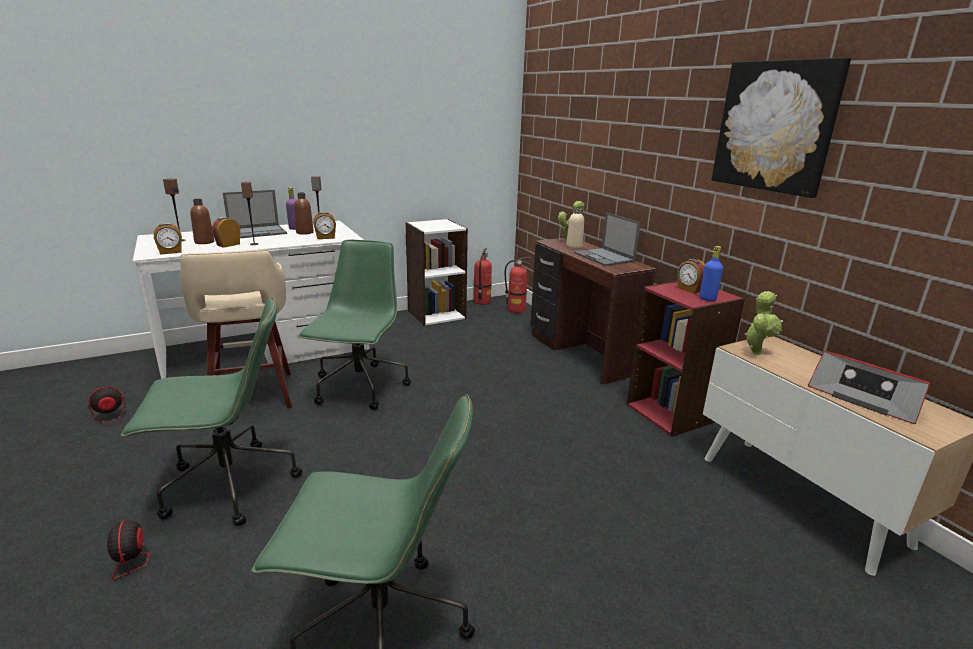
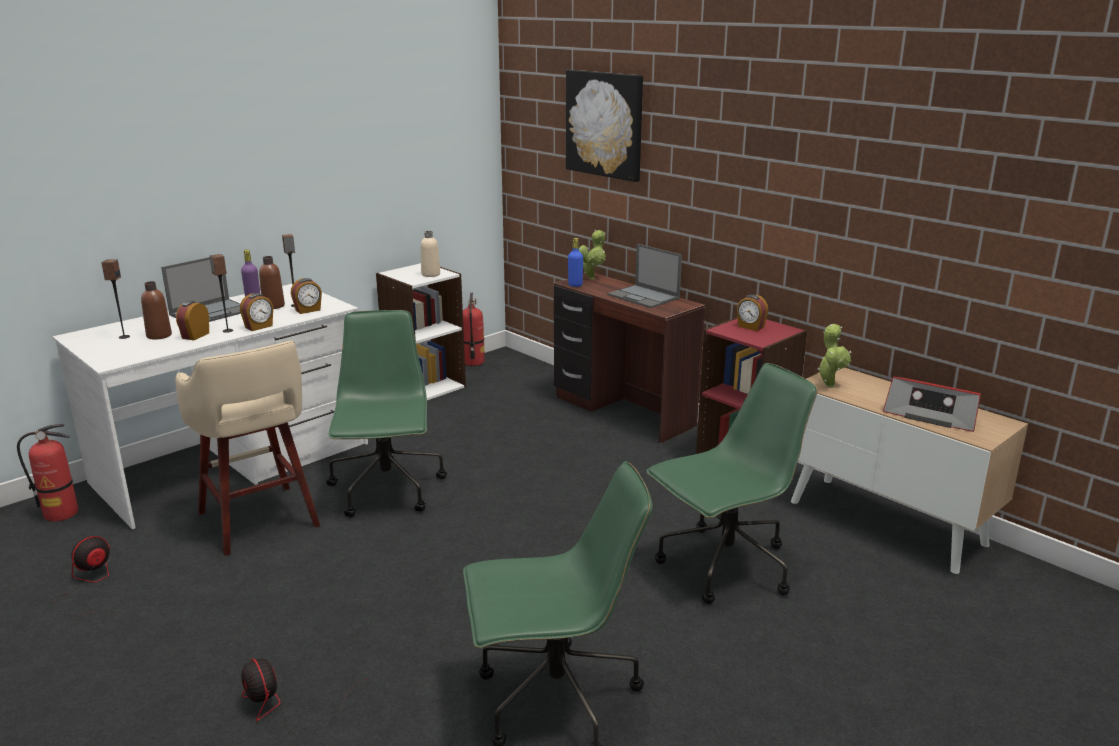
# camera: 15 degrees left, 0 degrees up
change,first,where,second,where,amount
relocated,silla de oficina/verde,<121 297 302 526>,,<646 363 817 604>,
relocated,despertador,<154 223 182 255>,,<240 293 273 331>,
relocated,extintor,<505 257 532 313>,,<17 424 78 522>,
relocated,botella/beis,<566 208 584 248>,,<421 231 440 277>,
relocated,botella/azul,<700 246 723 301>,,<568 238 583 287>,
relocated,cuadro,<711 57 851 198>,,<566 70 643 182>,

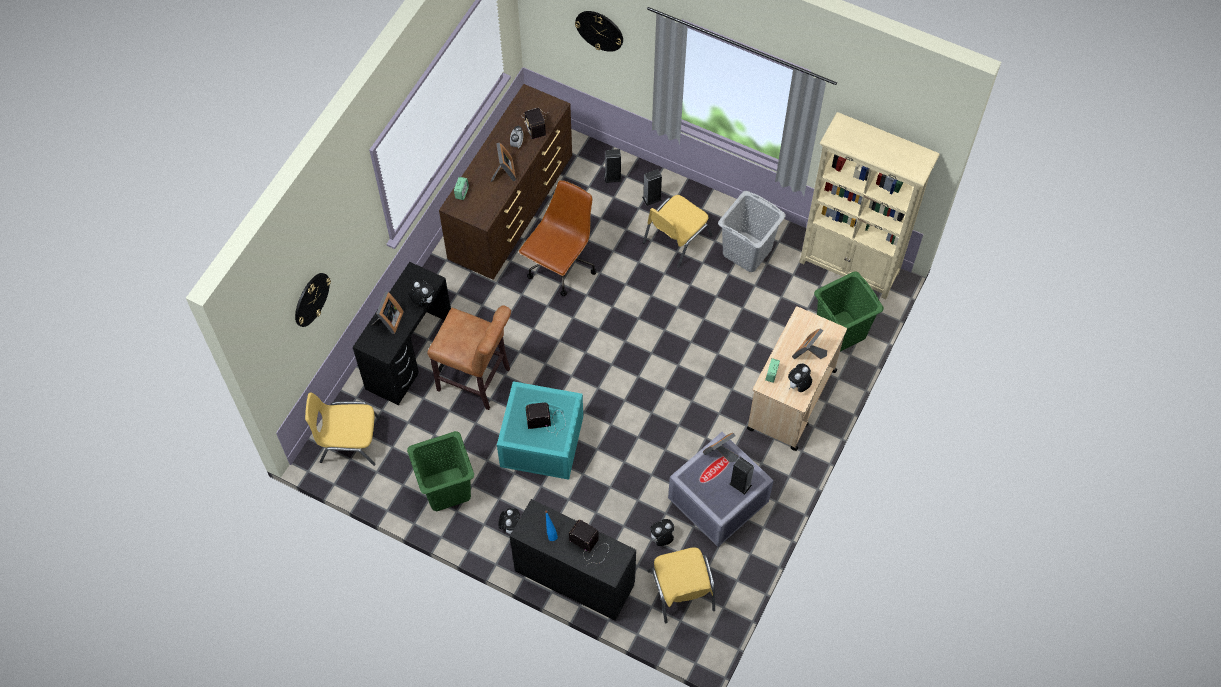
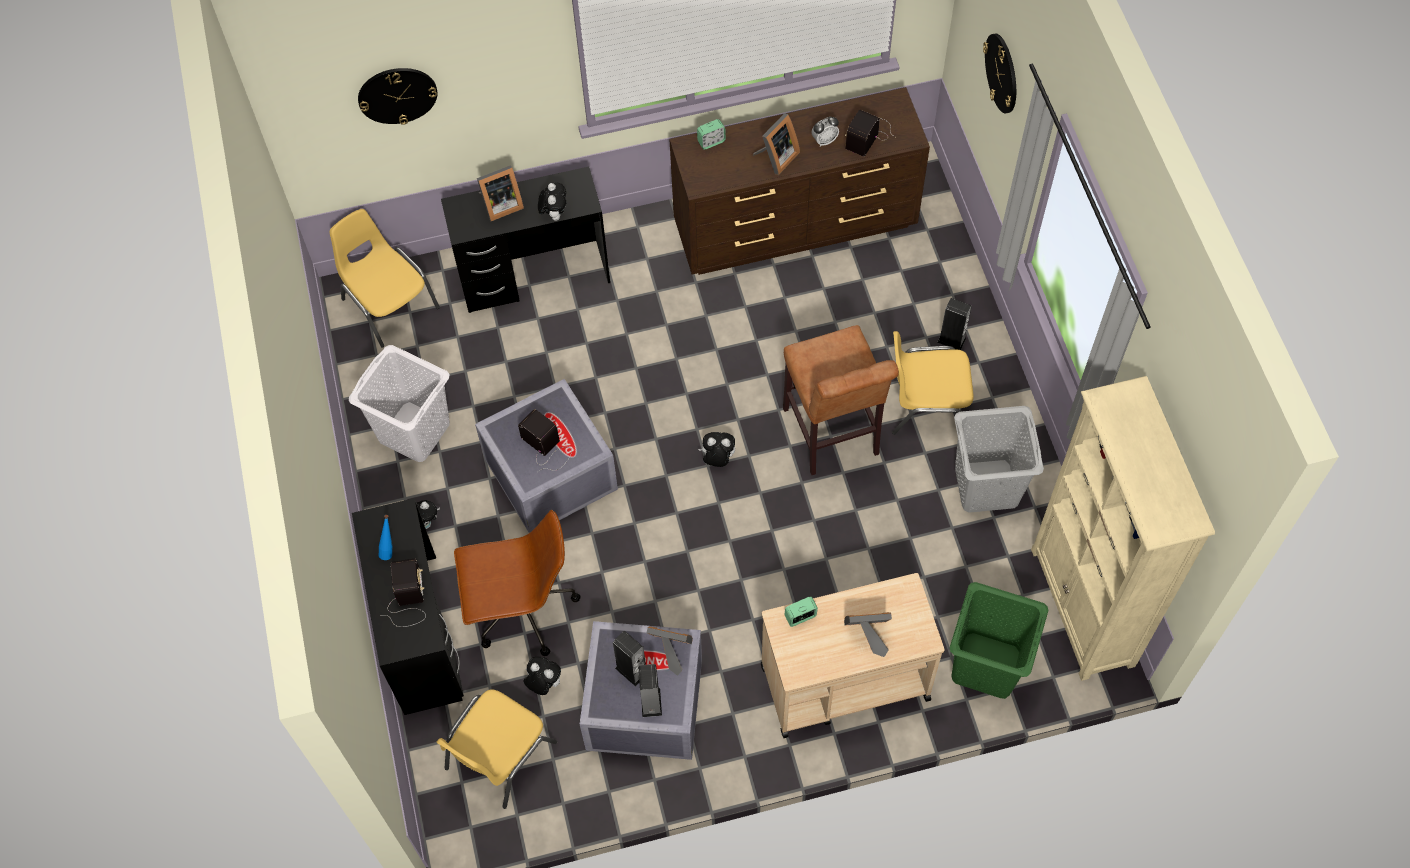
# camera: 50 degrees right, 0 degrees up
change,first,where,second,where,amount
colour,cesto de la ropa/verde,<407 431 474 511>,cesto de la ropa/blanco,<349 345 450 462>,
relocated,taburete/marrón,<427 305 511 410>,,<783 325 899 475>,
colour,caja de almacenaje/turquesa,<497 381 583 480>,caja de almacenaje/gris,<475 379 618 533>,
relocated,silla de oficina/marrón,<519 180 597 296>,,<454 510 581 656>,
relocated,altavoz,<604 149 622 183>,,<613 631 646 686>,
relocated,peluche,<788 364 812 392>,,<698 432 735 467>,

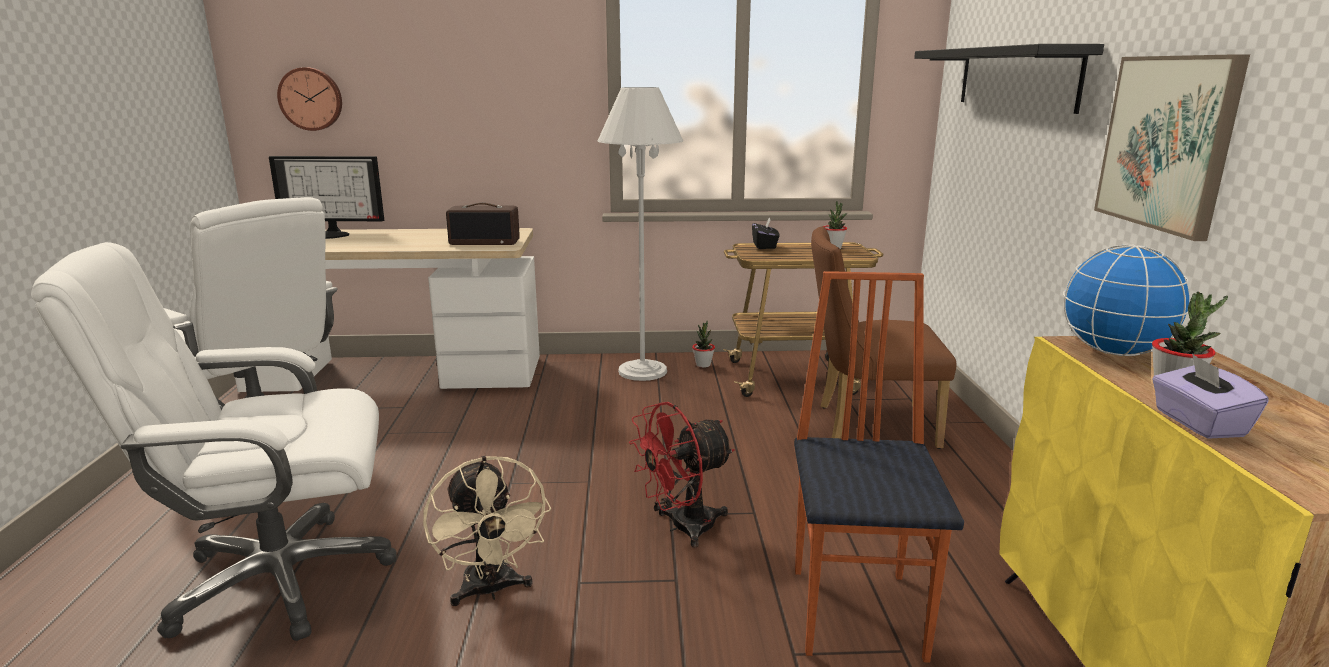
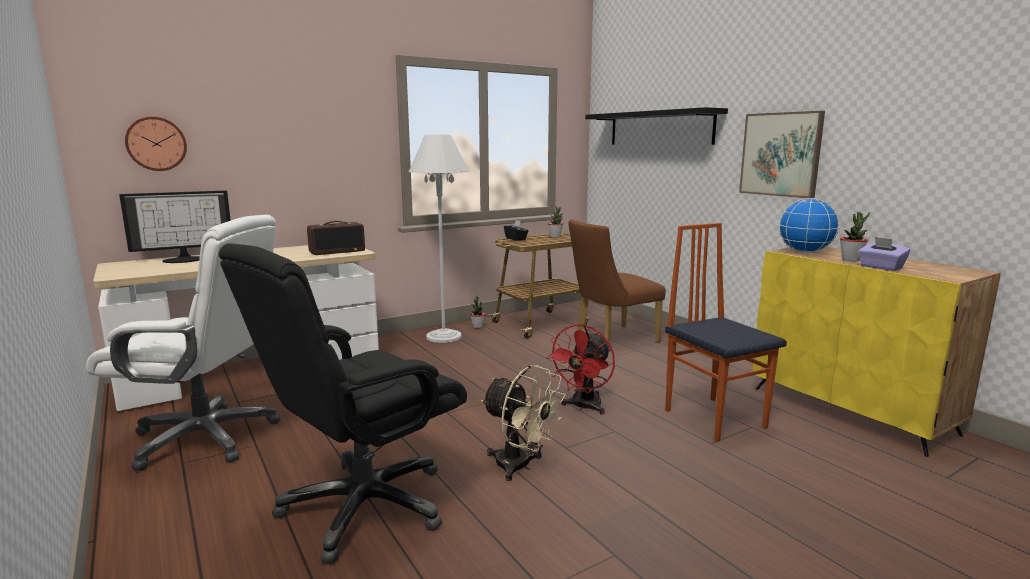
# camera: 30 degrees left, 5 degrees down
change,first,where,second,where,amount
colour,silla de oficina/blanco,<31 242 397 641>,silla de oficina/negro,<218 243 467 564>,

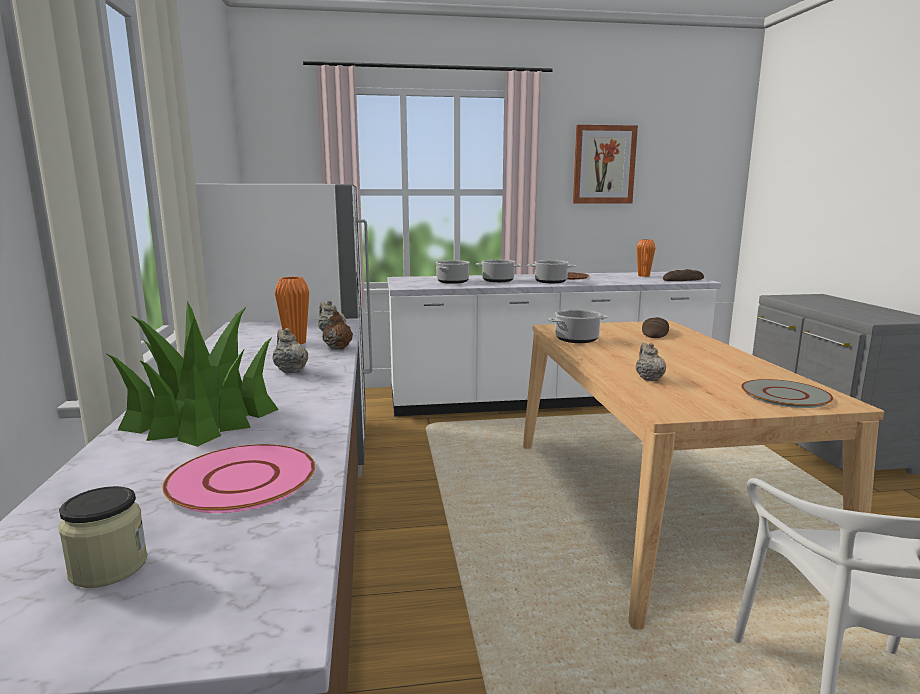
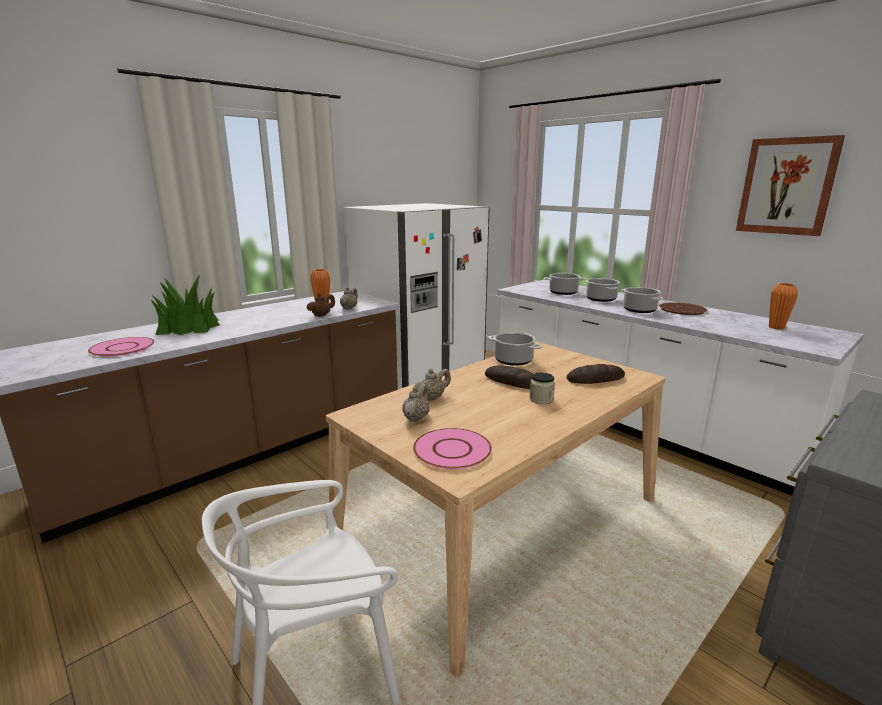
# camera: 55 degrees right, 5 degrees up
change,first,where,second,where,amount
relocated,tarro,<58 486 147 588>,,<529 372 555 404>,
relocated,tetera/beis,<272 328 308 373>,,<402 384 430 422>,
relocated,pan,<663 269 704 281>,,<485 365 534 389>,
colour,plato/gris,<741 379 833 408>,plato/rosa,<413 428 492 470>,

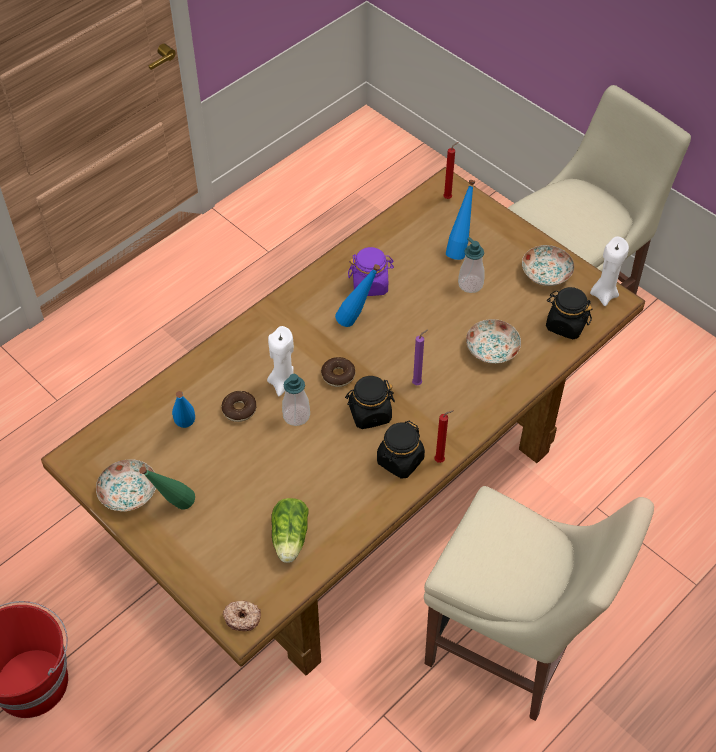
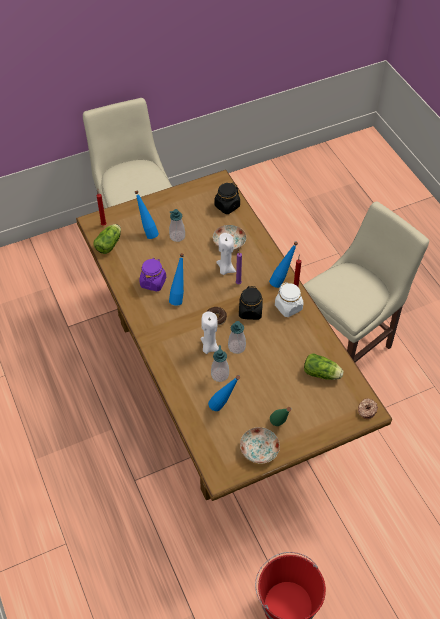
# camera: 70 degrees left, 0 degrees up
change,first,where,second,where,amount
exchanged,rosquilla,<222 391 256 422>,dispensador de jabón,<211 345 229 382>,
colour,tarro/negro,<377 421 425 479>,tarro/blanco,<275 282 304 317>,
missing,plato,<522 245 574 286>,,,
relocated,vela/blanco,<590 237 629 306>,,<217 233 236 275>,
appeared,,,lechuga,<93 224 121 254>,
appeared,,,botella/azul,<269 241 298 288>,

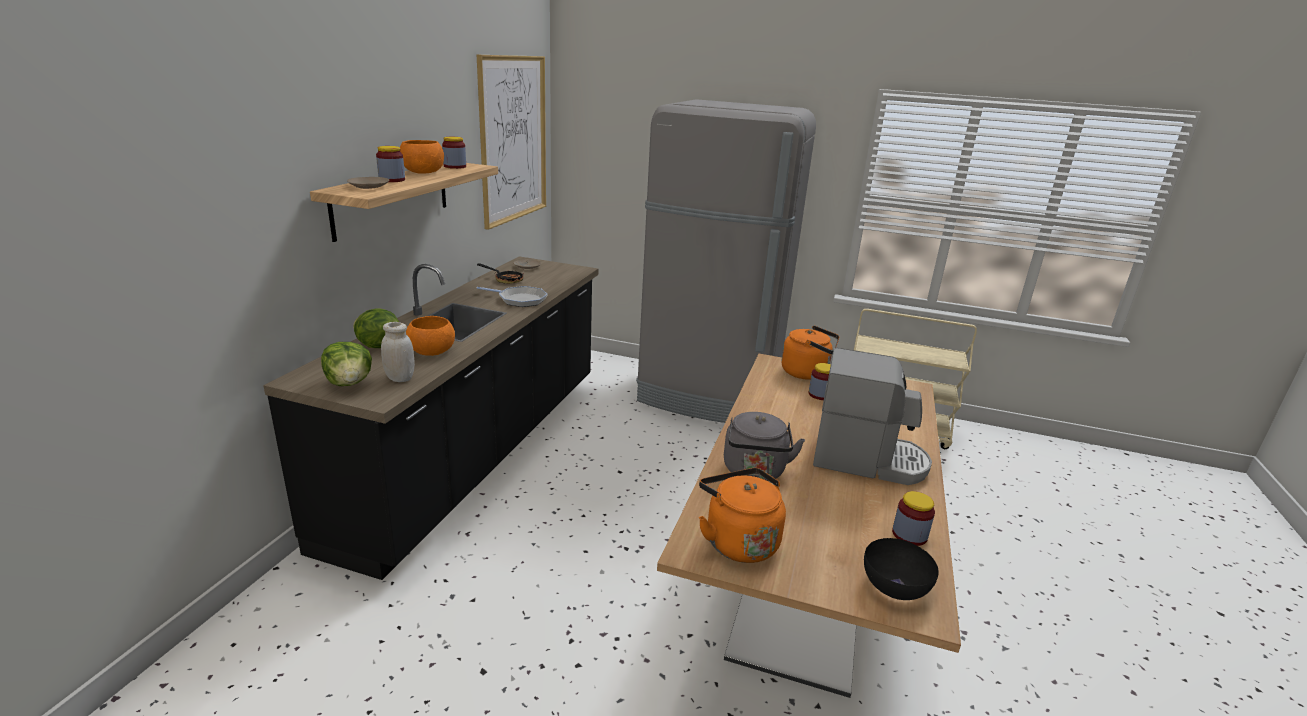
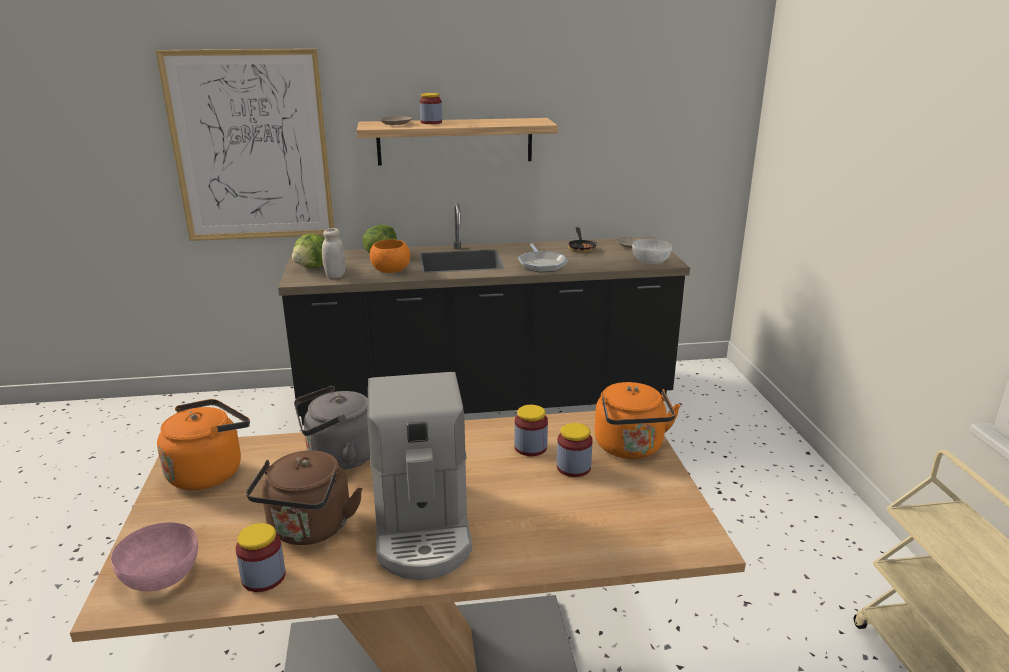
# camera: 65 degrees right, 0 degrees up
change,first,where,second,where,amount
missing,cuenco/naranja,<400 140 444 174>,,,
relocated,tarro,<442 137 466 169>,,<514 405 548 456>,
relocated,cuadro,<477 55 546 230>,,<156 49 334 241>,
missing,nevera/gris,<636 99 816 423>,,,
colour,cuenco/negro,<864 538 939 600>,cuenco/rosa,<111 522 198 591>,
appeared,,,hervidor/marrón,<246 450 363 545>,
appeared,,,cuenco/blanco,<632 239 672 264>,

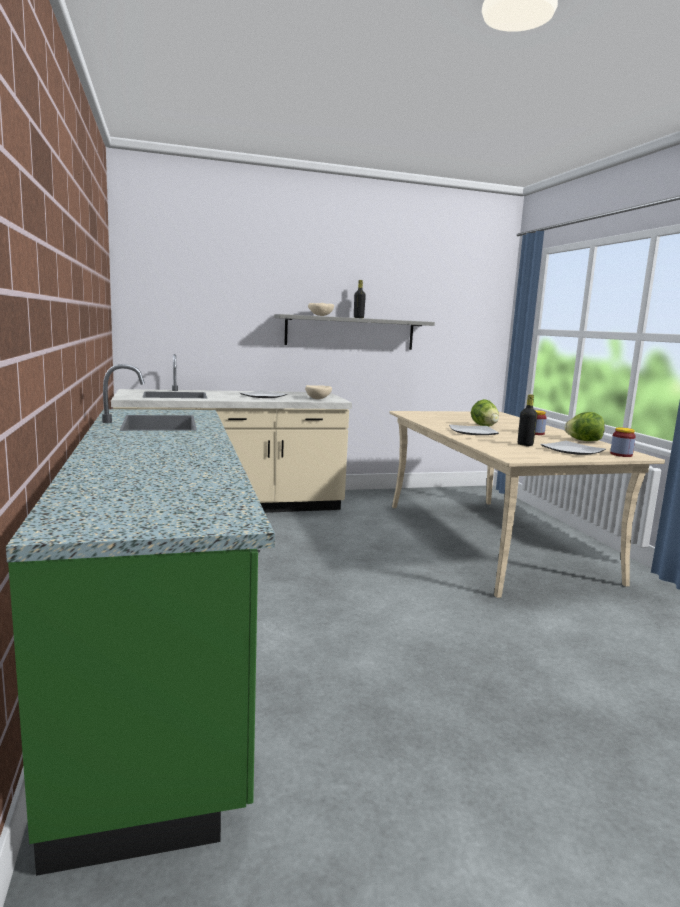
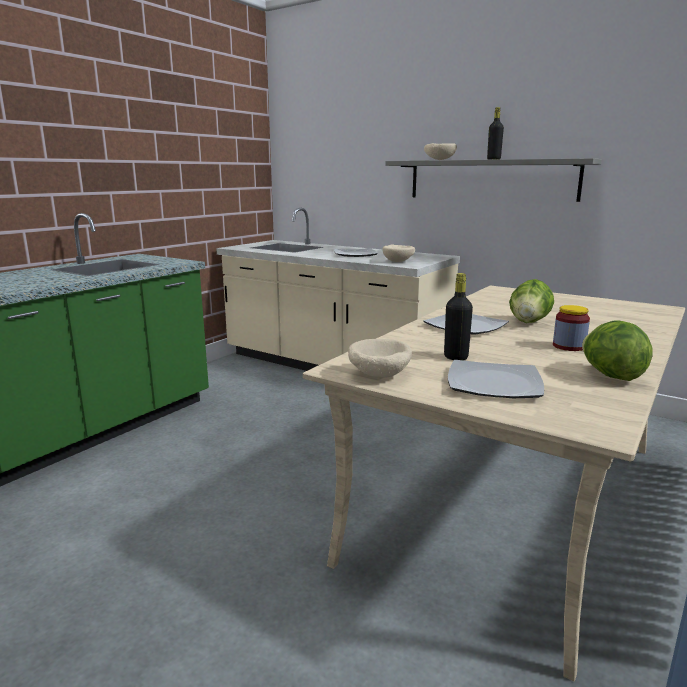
# camera: 50 degrees right, 5 degrees up
change,first,where,second,where,amount
missing,tarro,<610 428 636 457>,,,
appeared,,,cuenco/beis,<348 339 412 377>,

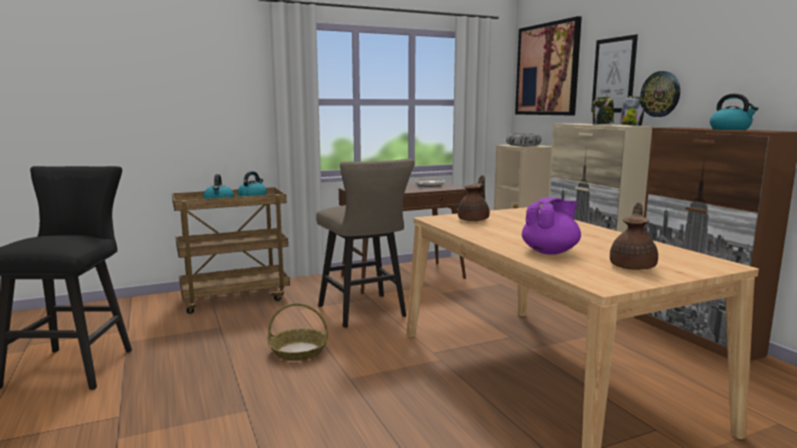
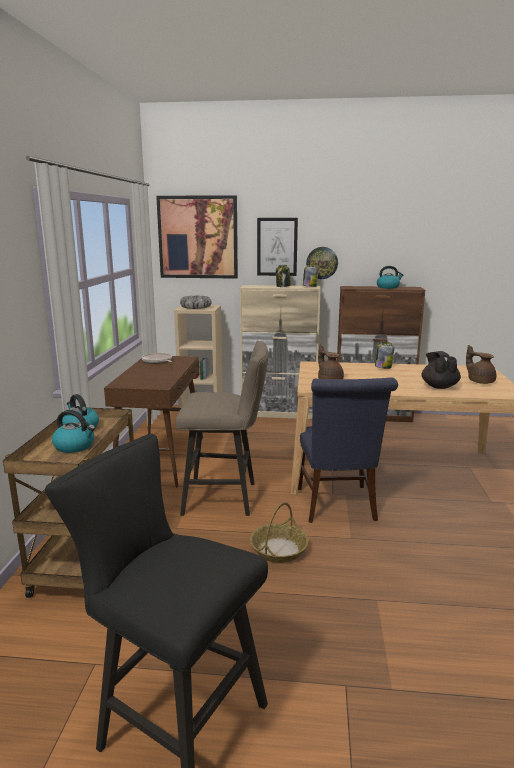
# camera: 60 degrees left, 5 degrees up
change,first,where,second,where,amount
colour,tetera/morado,<522 197 581 255>,tetera/negro,<422 351 461 389>,
appeared,,,silla/azul,<298 377 398 523>,
appeared,,,tarro,<375 342 394 369>,

